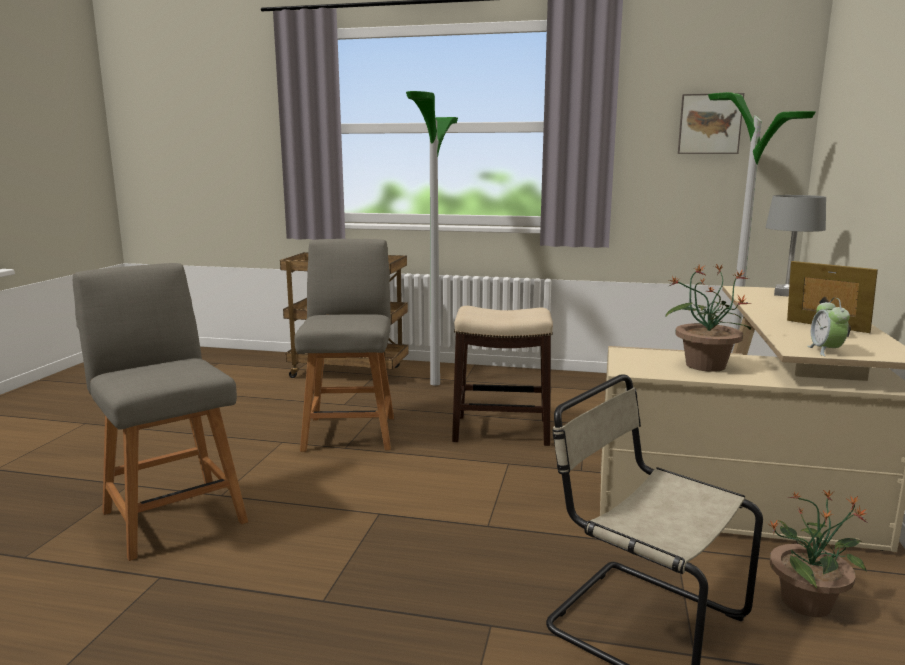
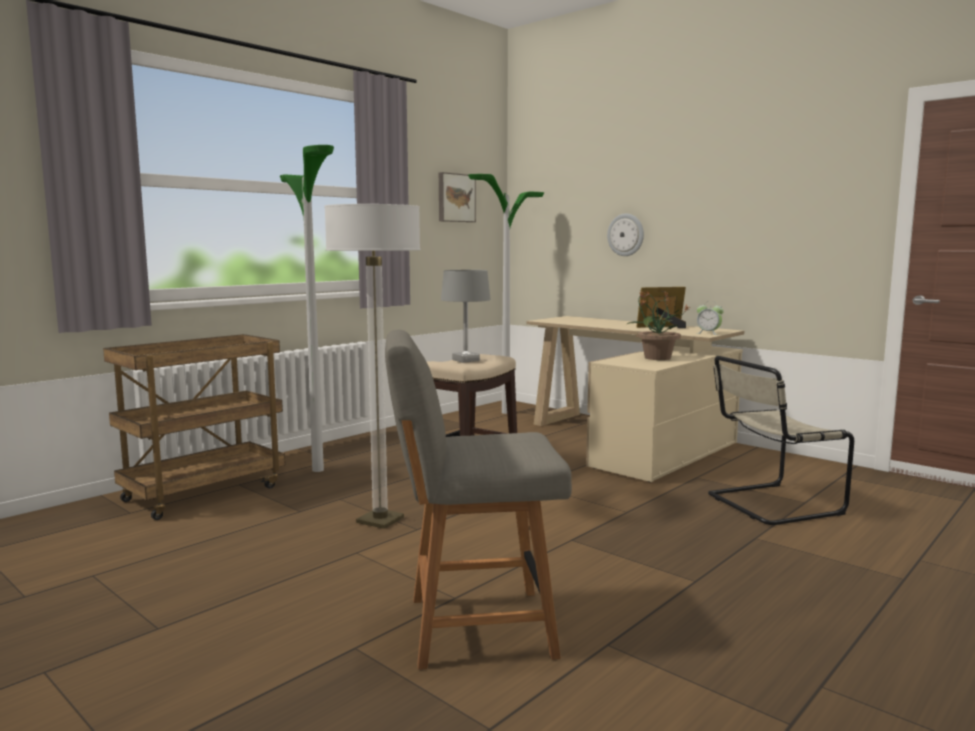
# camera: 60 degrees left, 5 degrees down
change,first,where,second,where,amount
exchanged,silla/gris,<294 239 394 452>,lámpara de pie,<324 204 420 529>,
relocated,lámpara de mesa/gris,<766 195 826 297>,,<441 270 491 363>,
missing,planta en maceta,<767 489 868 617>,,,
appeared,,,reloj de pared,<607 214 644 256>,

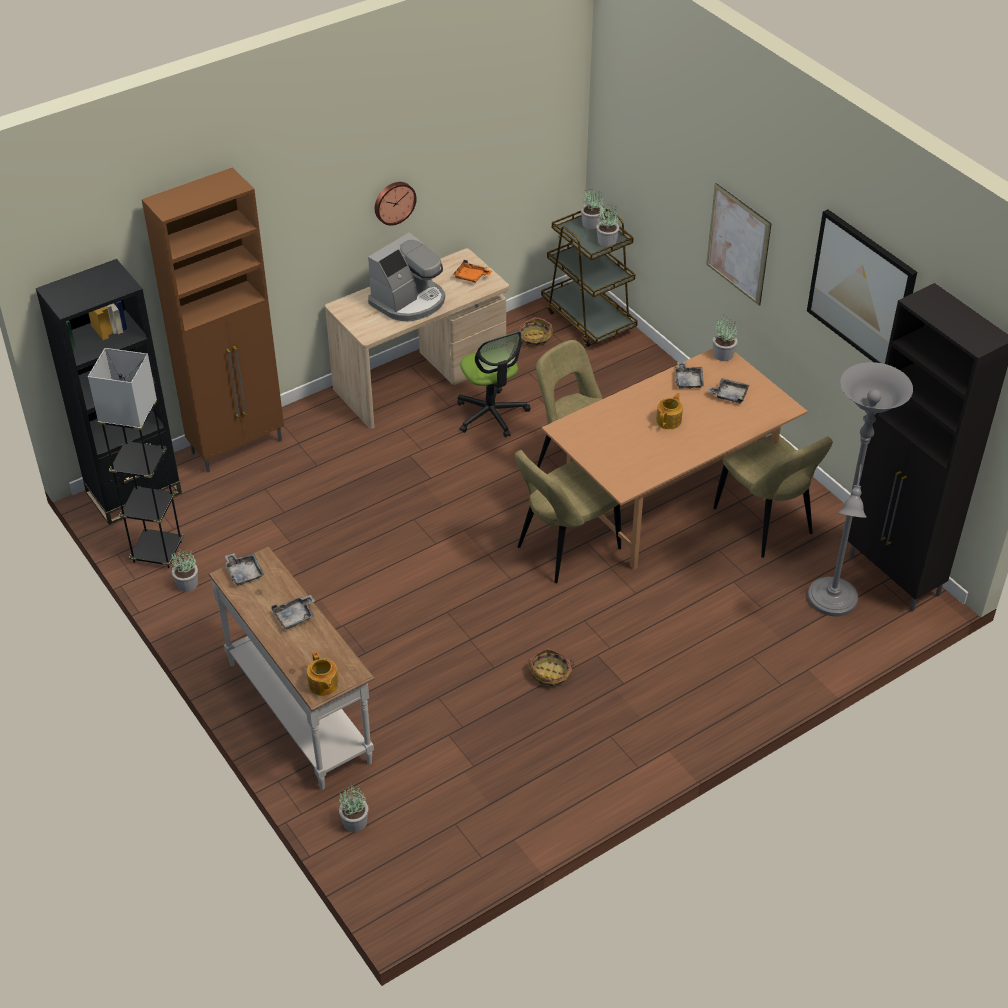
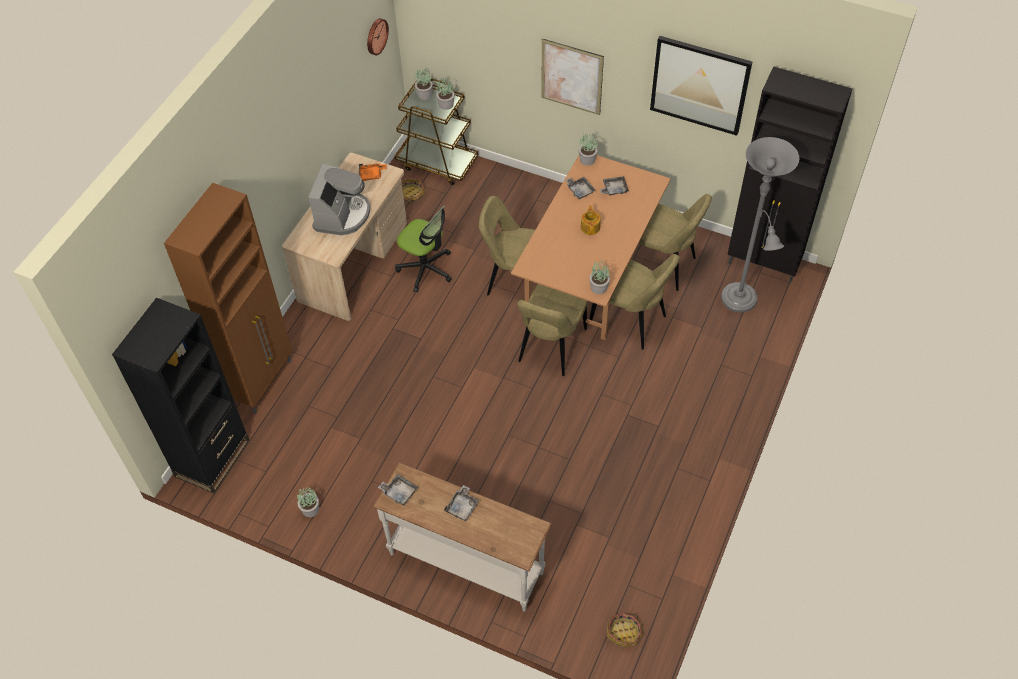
# camera: 30 degrees left, 10 degrees up
change,first,where,second,where,amount
missing,lámpara de pie/gris,<88 348 184 568>,,,
missing,tetera,<307 652 339 696>,,,
relocated,planta en maceta,<339 784 368 832>,,<590 259 610 294>,
relocated,reloj de pared,<375 182 417 226>,,<367 18 389 55>,
relocated,cesta,<527 648 575 687>,,<607 613 643 647>,
appeared,,,silla/beis,<589 254 680 350>,

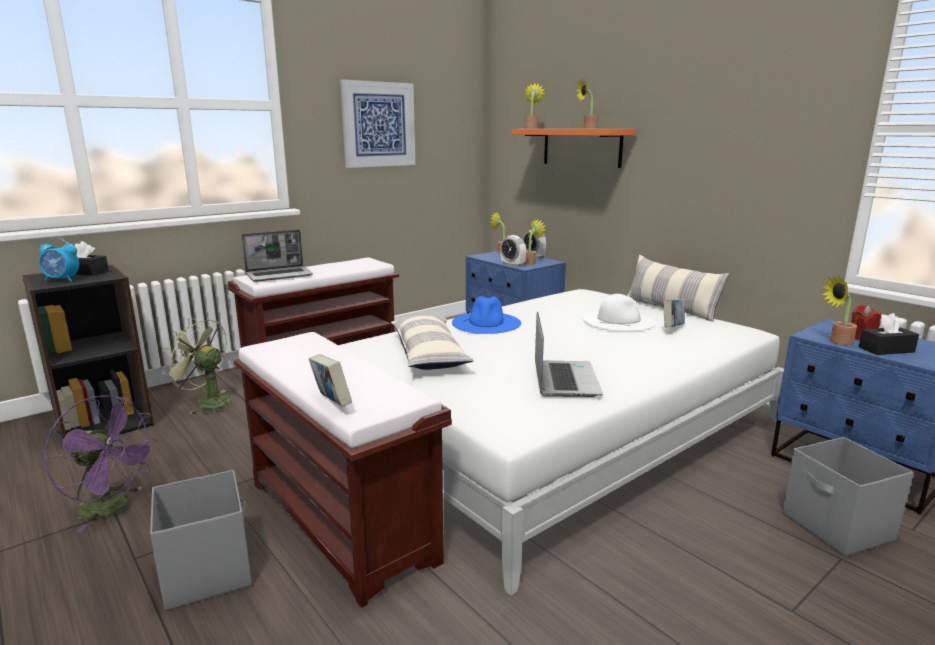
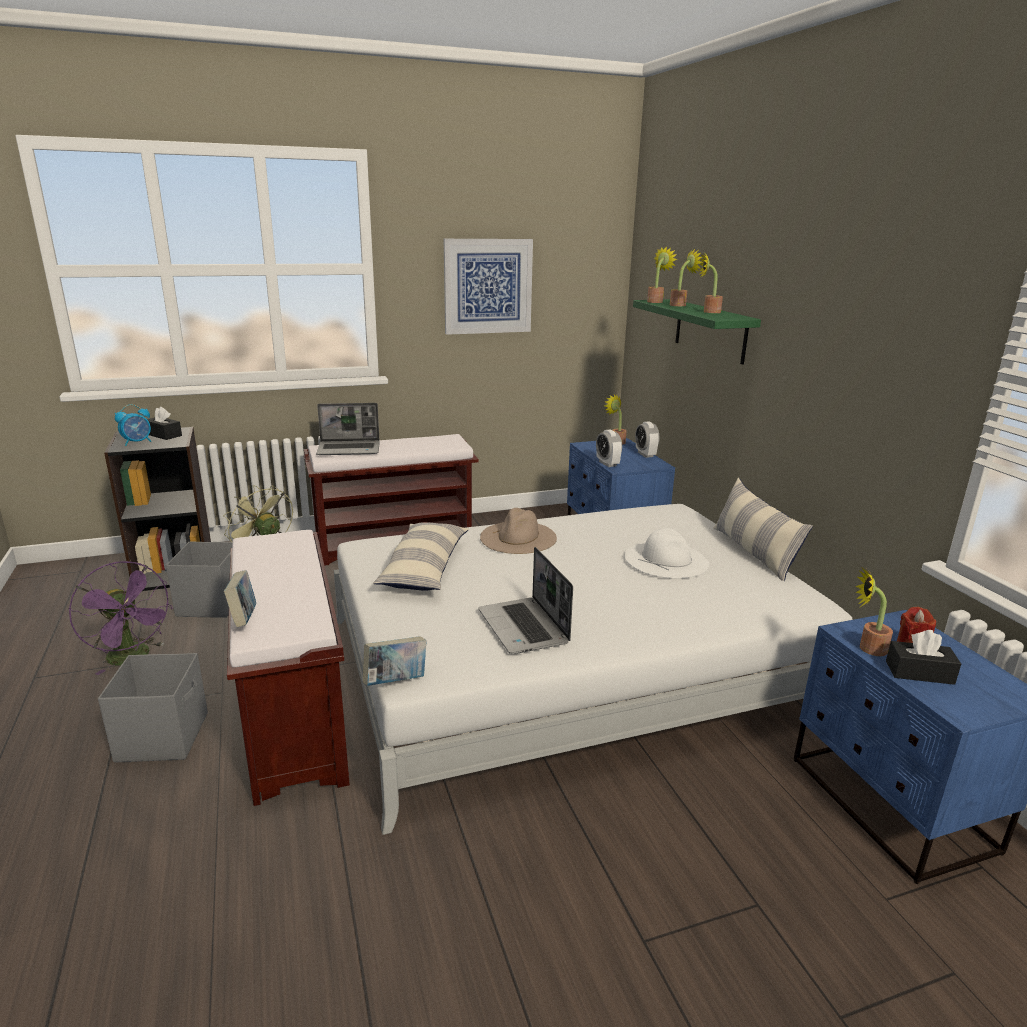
# camera: 20 degrees right, 5 degrees up
change,first,where,second,where,amount
spun,despertador,<39 238 79 281>,,<115 404 152 446>,60 degrees counterclockwise
colour,sombrero/azul,<452 296 521 334>,sombrero/beis,<480 508 557 554>,
colour,estante/naranja,<511 129 636 168>,estante/verde,<633 299 761 365>,
relocated,planta en maceta,<523 219 546 265>,,<670 248 703 306>,
spun,portátil,<535 311 603 397>,,<478 547 573 654>,135 degrees clockwise
relocated,libro,<663 299 685 327>,,<363 636 427 686>,
relocated,caja de almacenaje/gris,<782 437 914 557>,,<166 541 233 618>,

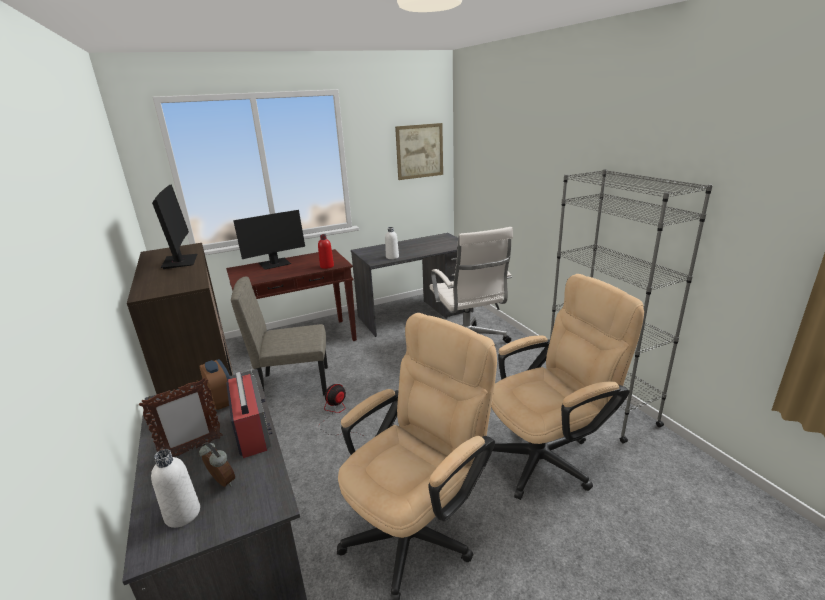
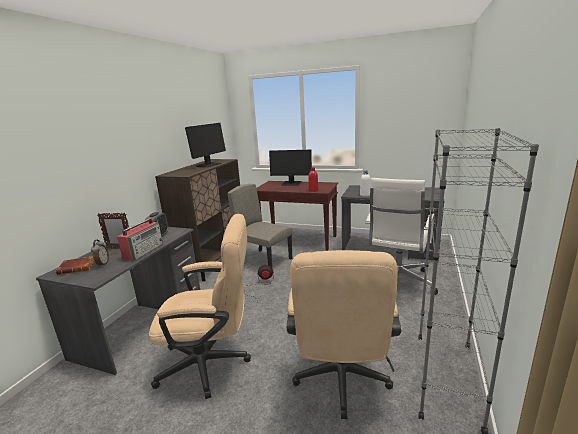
# camera: 45 degrees right, 5 degrees down
change,first,where,second,where,amount
exchanged,botella/blanco,<151 449 200 528>,libro/marrón,<56 256 94 275>,
missing,cuadro,<395 123 443 180>,,,
spun,silla de oficina/beis,<491 274 644 500>,,<287 250 401 419>,75 degrees clockwise

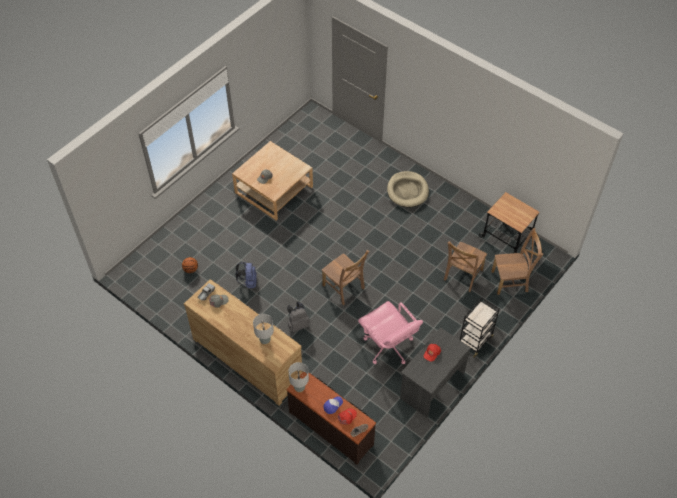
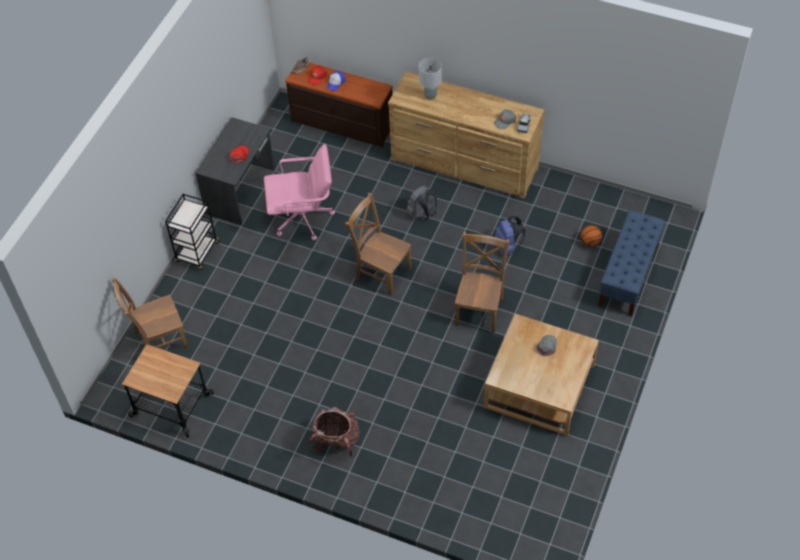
# camera: 165 degrees right, 0 degrees up
change,first,where,second,where,amount
missing,lámpara de mesa/gris,<288 362 309 393>,,,
spun,silla de oficina/rosa,<358 301 423 364>,,<264 144 335 240>,135 degrees clockwise
exchanged,cama para perro/beis,<387 171 429 207>,mochila,<309 407 359 457>,
relocated,silla/marrón,<444 241 487 292>,,<455 232 510 333>,
appeared,,,banco/azul,<599 210 665 317>,

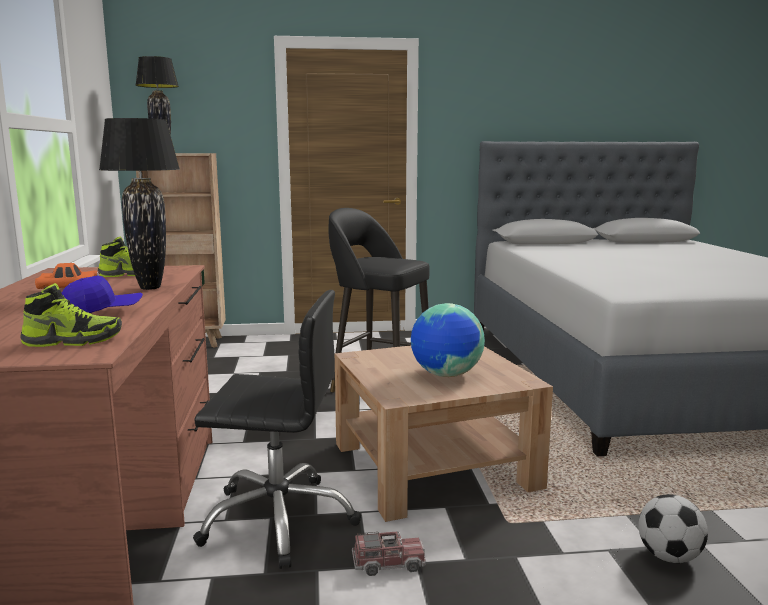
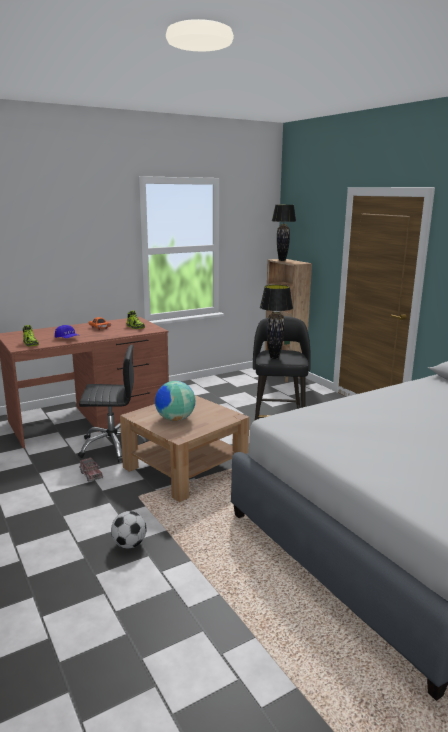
# camera: 65 degrees right, 5 degrees up
change,first,where,second,where,amount
relocated,lámpara de mesa/negro,<99 118 180 290>,,<260 285 293 359>,
spun,silla de oficina/negro,<193 290 361 569>,,<78 345 148 462>,75 degrees counterclockwise

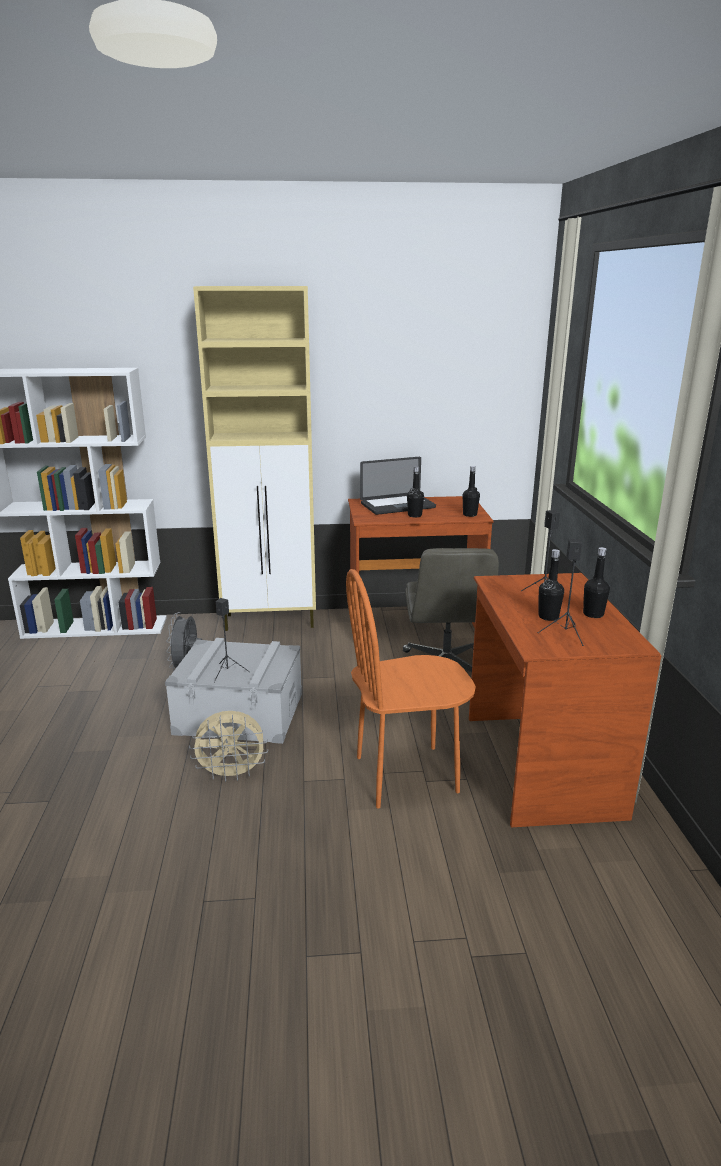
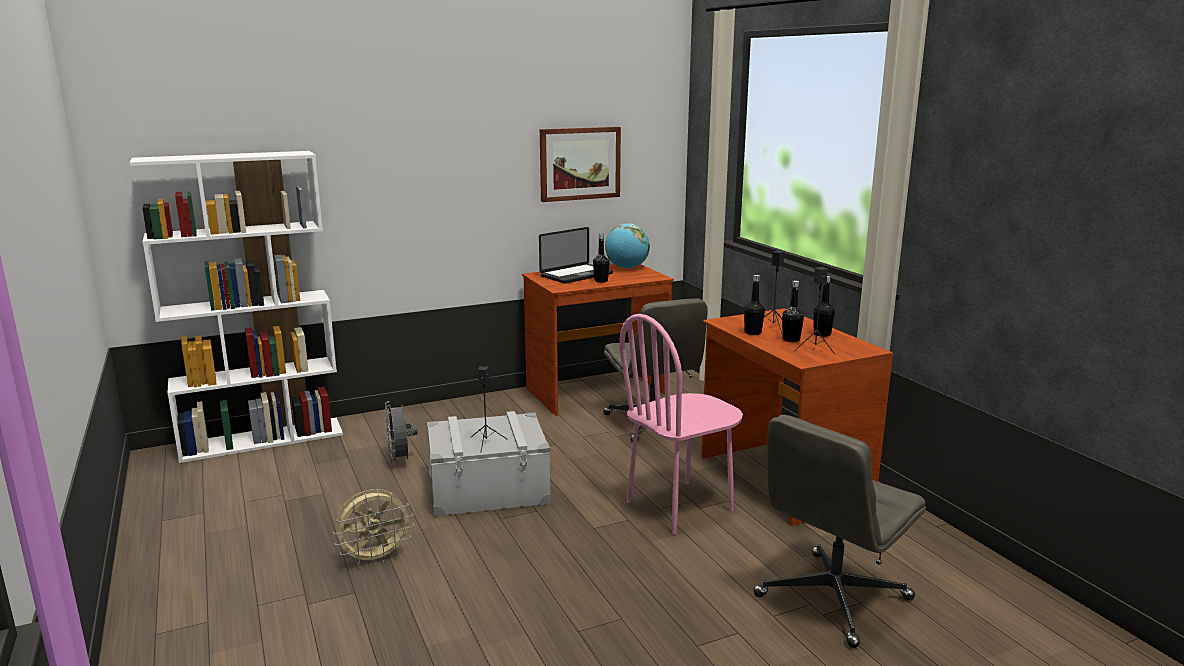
# camera: 20 degrees left, 5 degrees down
change,first,where,second,where,amount
relocated,ventilador/beis,<189 711 268 782>,,<333 489 414 566>,
missing,armario/beis,<193 286 316 631>,,,
colour,silla/naranja,<346 569 476 809>,silla/rosa,<619 314 743 535>,
relocated,botella/negro,<463 466 480 517>,,<744 275 765 335>,
appeared,,,cuadro,<540 127 621 202>,
appeared,,,globo terráqueo,<605 224 650 269>,
appeared,,,silla de oficina/gris,<753 415 926 648>,

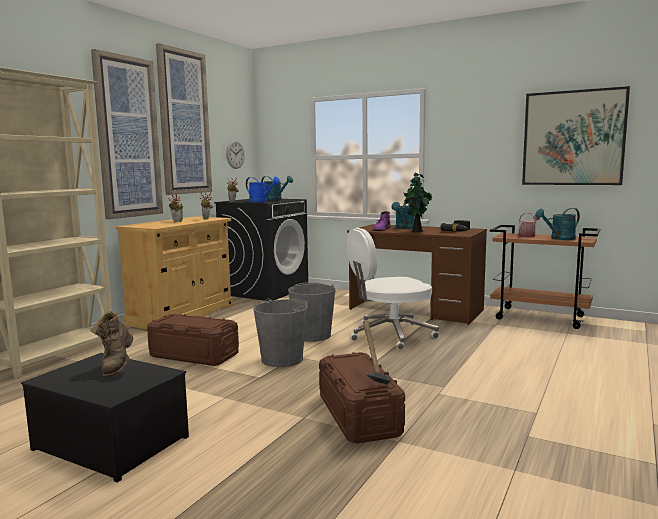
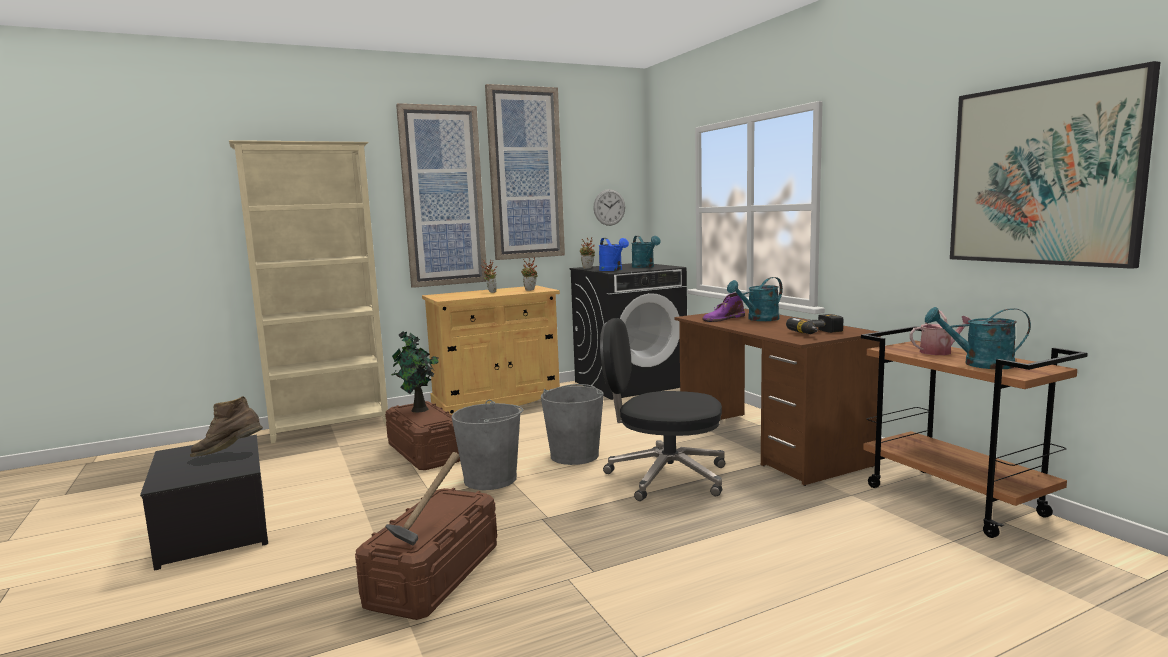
# camera: 35 degrees right, 0 degrees up
change,first,where,second,where,amount
spun,bota/marrón,<91 311 133 378>,,<190 396 263 457>,45 degrees clockwise
colour,silla de oficina/blanco,<347 228 439 350>,silla de oficina/negro,<600 318 725 501>,
relocated,planta en maceta,<403 173 433 232>,,<391 331 439 412>,

